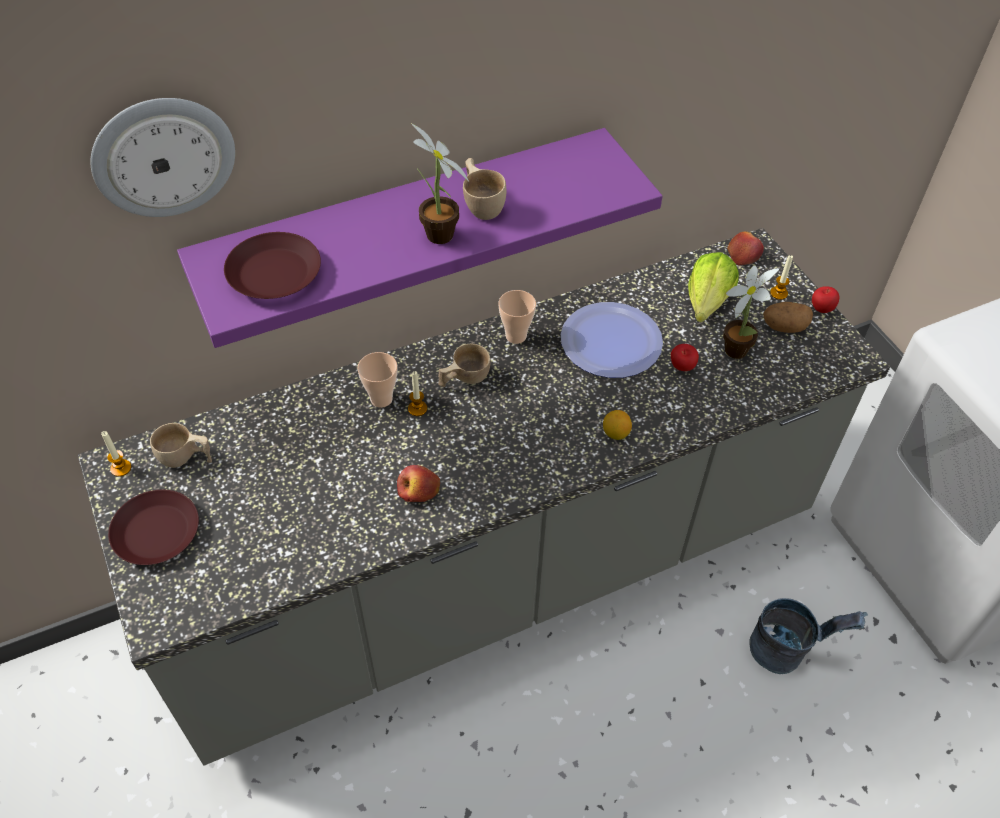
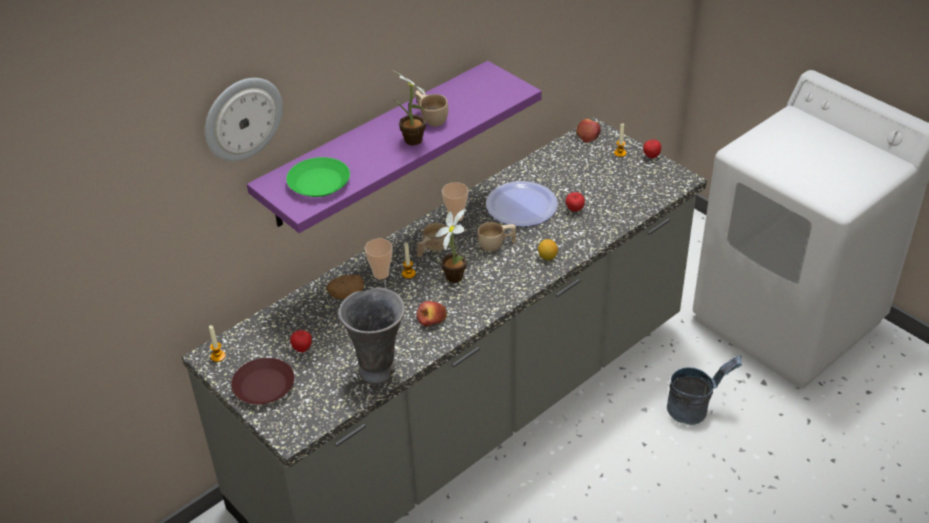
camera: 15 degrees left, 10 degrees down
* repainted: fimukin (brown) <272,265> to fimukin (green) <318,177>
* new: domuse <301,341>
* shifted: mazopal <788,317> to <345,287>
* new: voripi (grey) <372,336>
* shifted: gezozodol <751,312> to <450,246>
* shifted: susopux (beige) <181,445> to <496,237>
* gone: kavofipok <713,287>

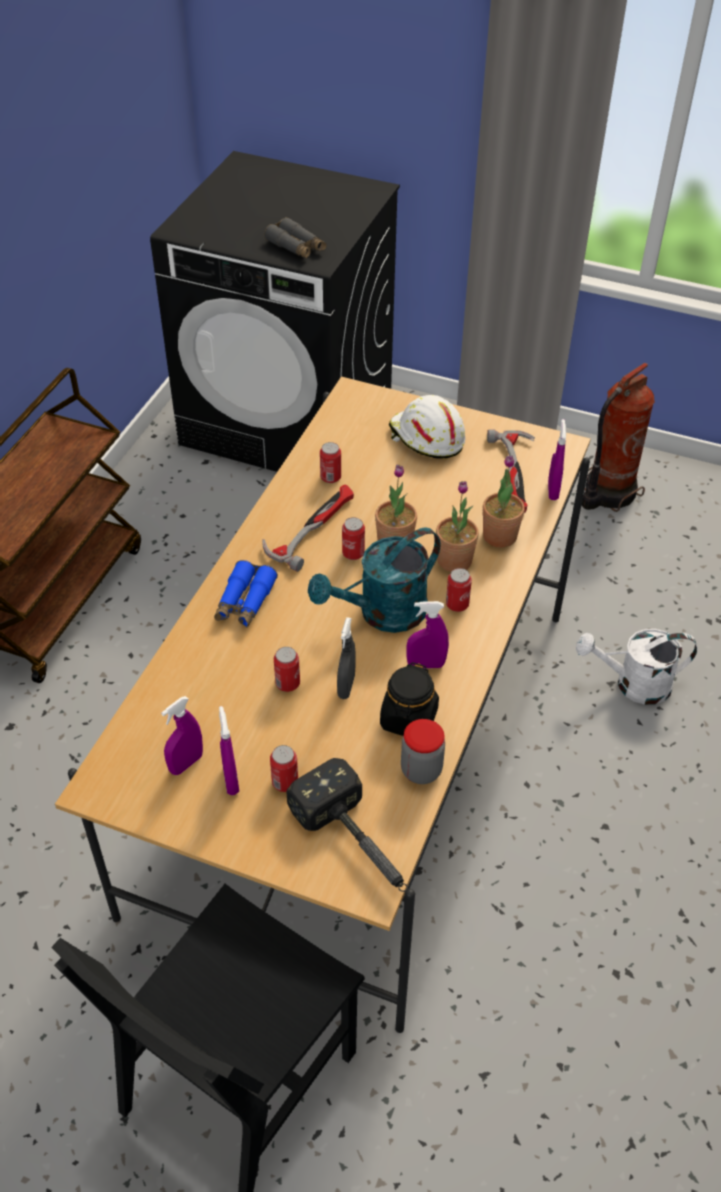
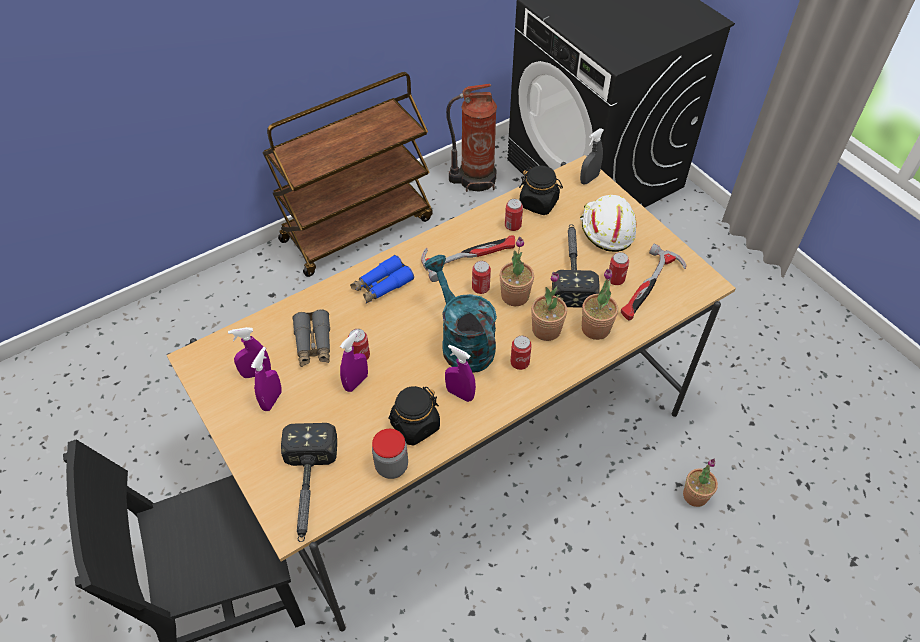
camera: 35 degrees right, 5 degrees up
* shifted: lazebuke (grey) <295,238> to <311,338>
* shifted: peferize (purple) <557,459> to <354,361>
* rotated: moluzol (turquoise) <374,580> = <460,314> 60 degrees clockwise
* shifted: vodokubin <618,437> to <471,138>
* new: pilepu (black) <541,190>
* new: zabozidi <576,266>
* shifted: peferize (grey) <346,658> to <592,156>
* shifted: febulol <284,768> to <618,268>
* swapped: moluzol (white) <636,667> to gezozodol <700,482>

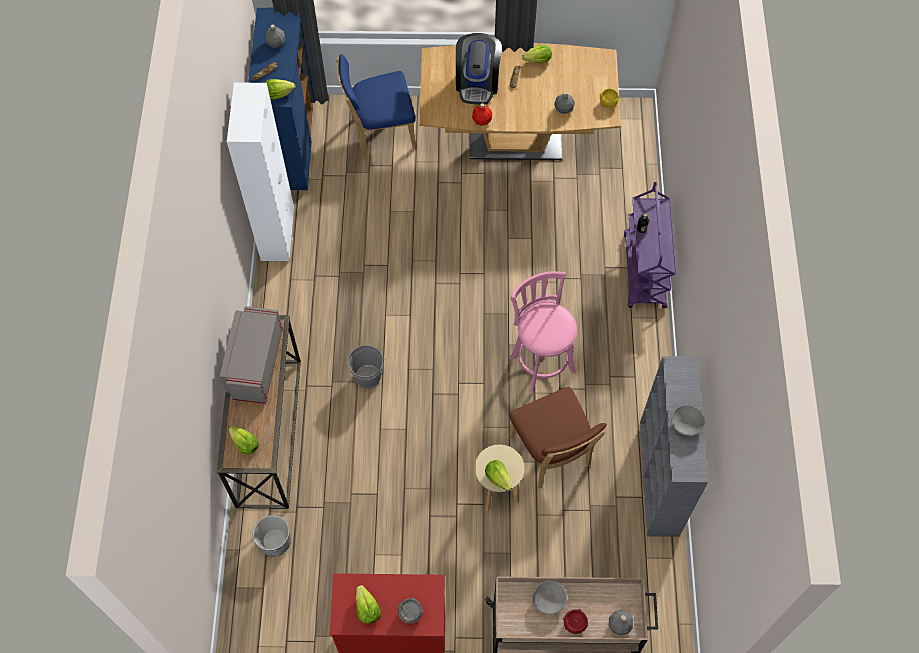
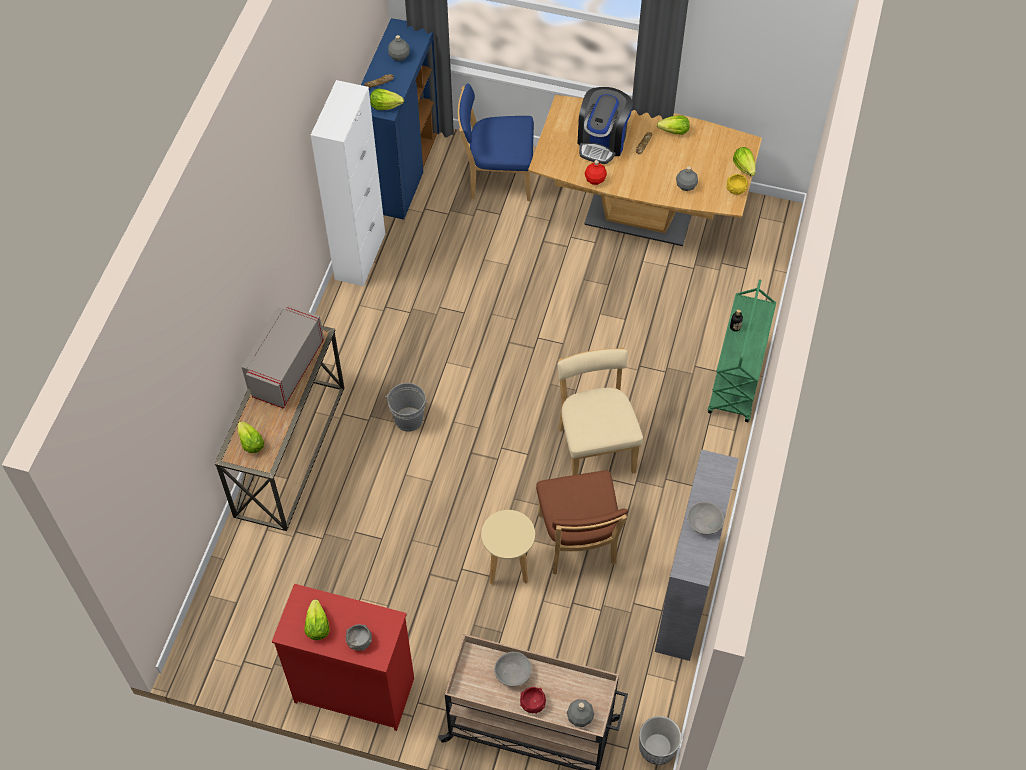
camera: 15 degrees right, 5 degrees down
* swapped: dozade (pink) <543,332> to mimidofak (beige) <600,411>
* shifted: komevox <272,536> to <660,740>
* repainted: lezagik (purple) <650,245> to lezagik (green) <742,350>
* shifted: kavofipok <498,475> to <744,161>

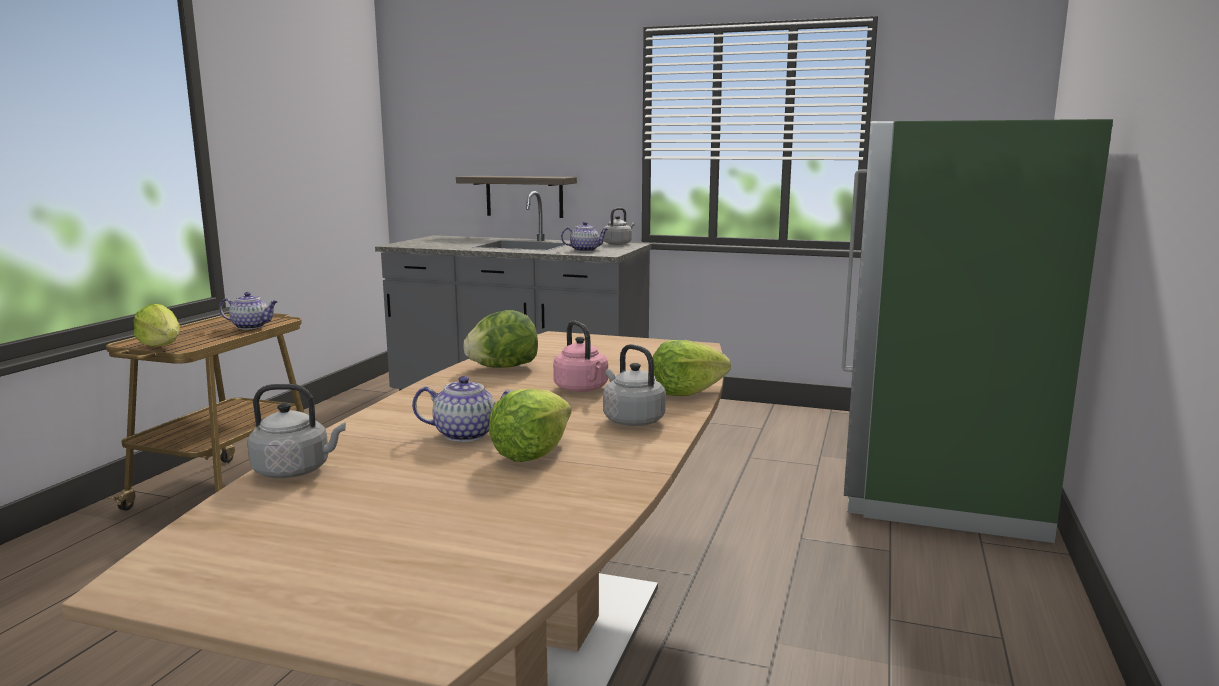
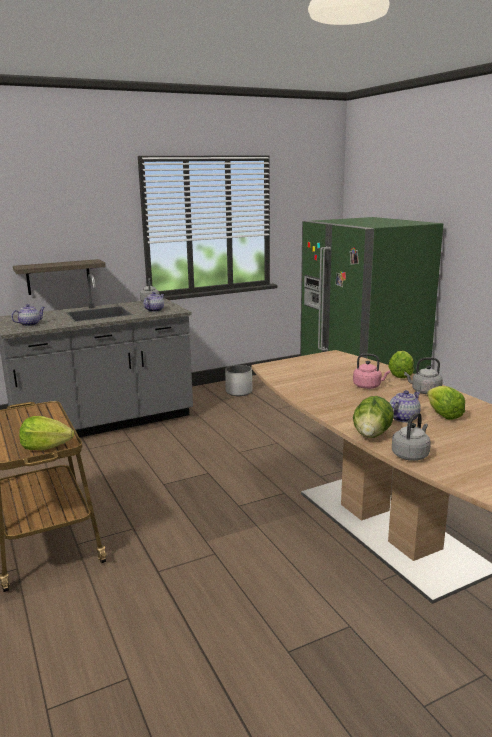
camera: 45 degrees left, 5 degrees up
* shifted: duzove <248,310> to <28,315>
* new: komevox (white) <239,380>
* shifted: kavofipok <501,339> to <373,417>

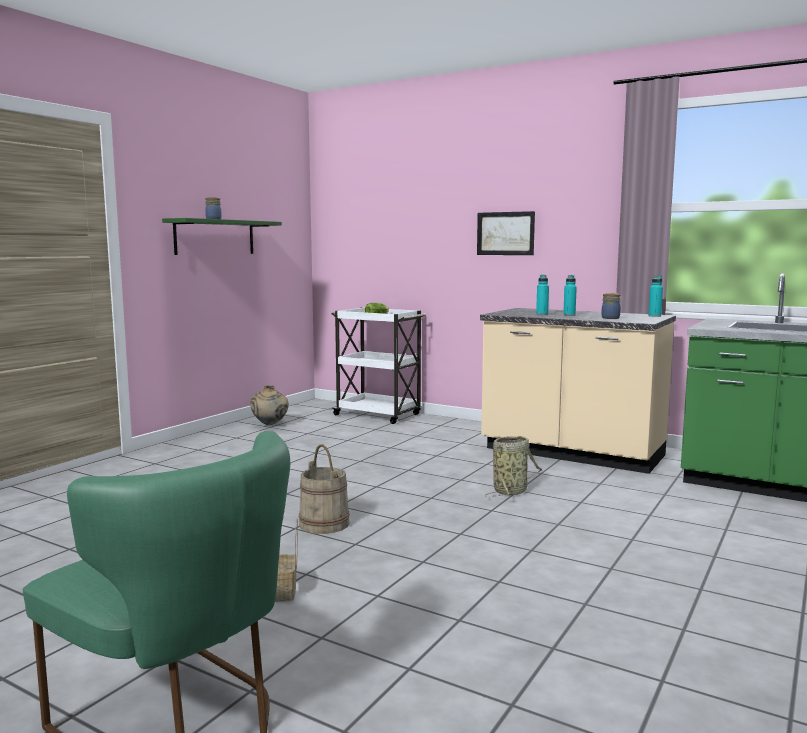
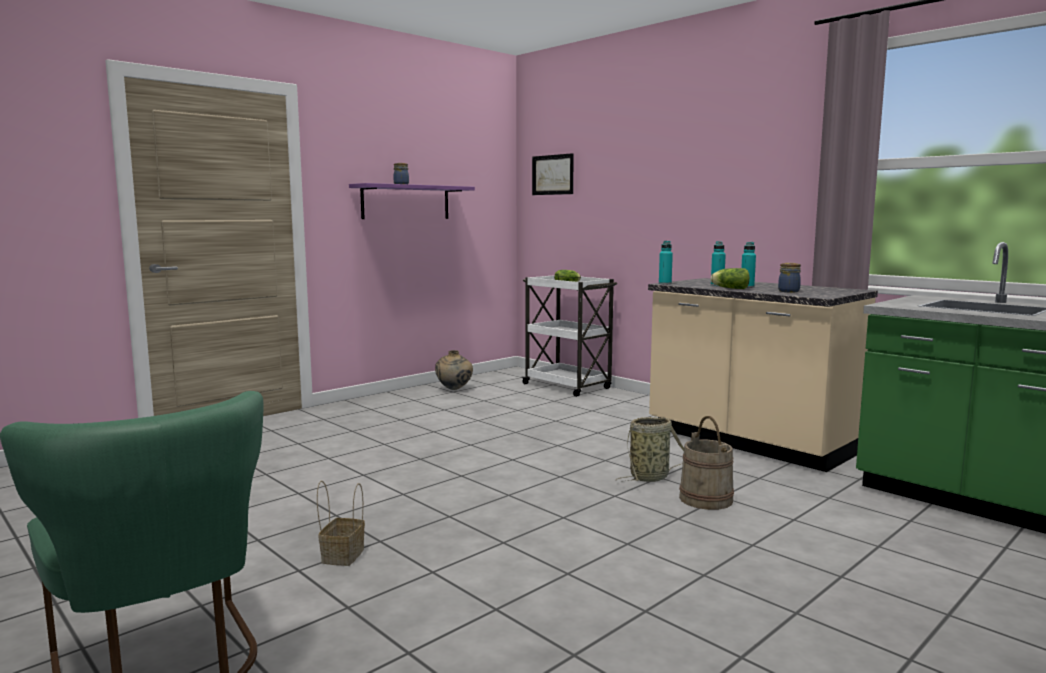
camera: 15 degrees right, 0 degrees up
* repainted: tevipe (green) <222,236> to tevipe (purple) <412,201>
* shifted: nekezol <506,233> to <553,174>
* shifted: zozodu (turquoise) <656,296> to <666,262>
* shifted: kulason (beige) <324,489> to <706,463>
* new: kavofipok <730,278>

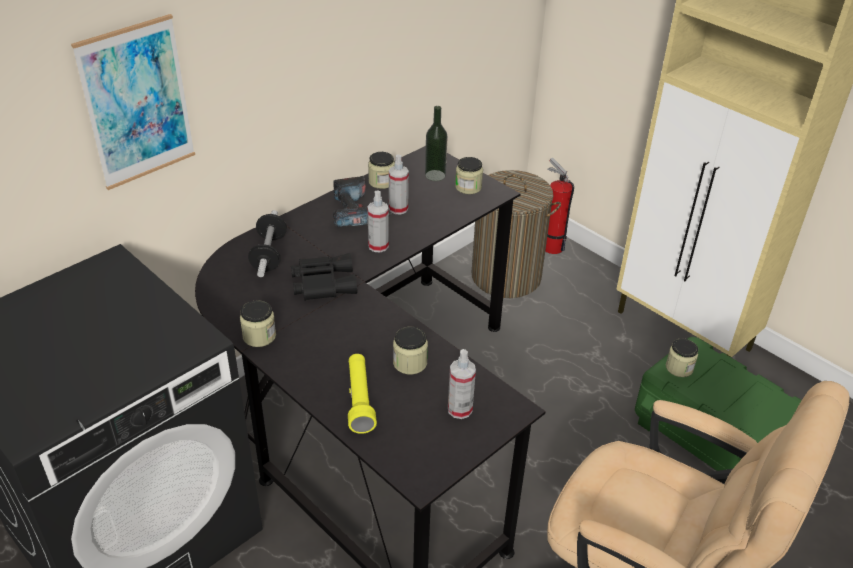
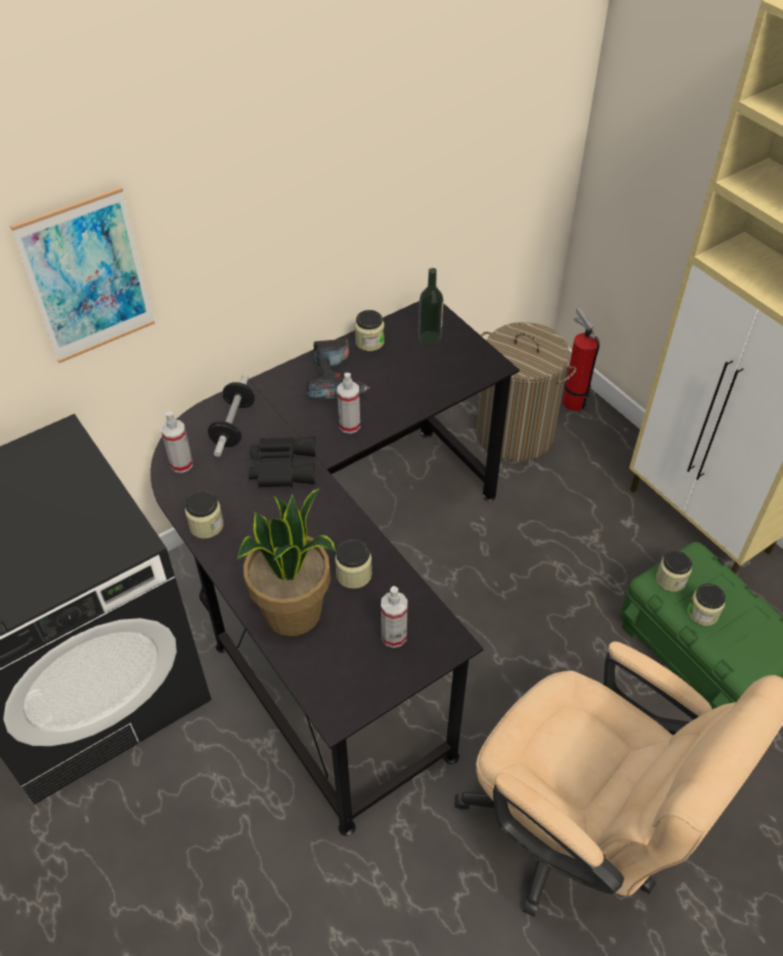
camera: 10 degrees right, 10 degrees up
* shifted: peferize <399,184> to <177,442>
* swapped: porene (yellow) <362,394> to gezozodol <286,561>
* shifted: pilepu <469,175> to <706,604>

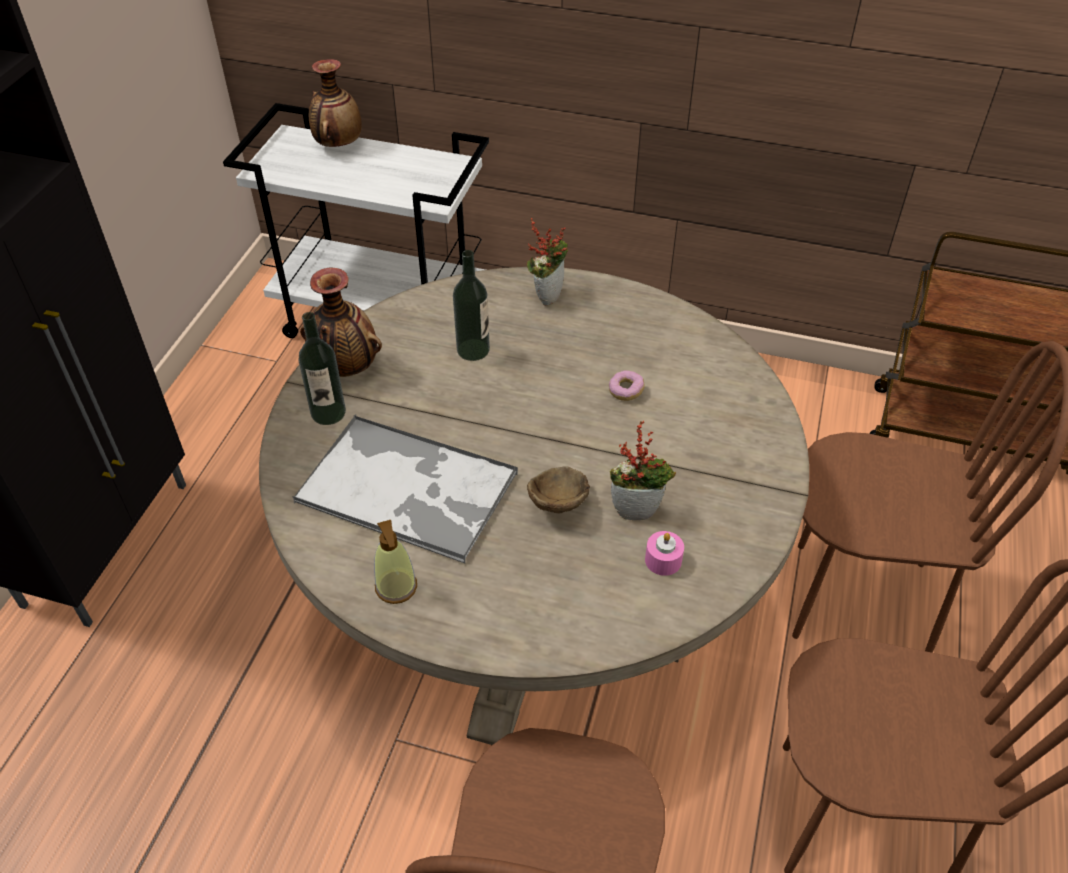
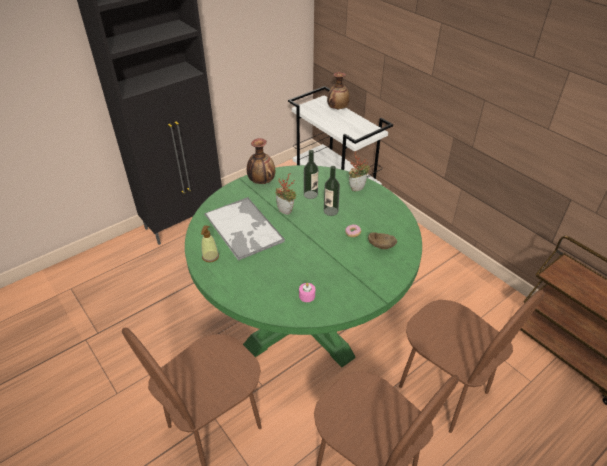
camera: 35 degrees right, 5 degrees down
* repainted: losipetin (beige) <534,506> to losipetin (green) <303,266>
* shifted: gezozodol <643,470> to <285,194>
* shifted: zozodu <322,368> to <332,191>
* shifted: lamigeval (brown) <558,489> to <382,240>

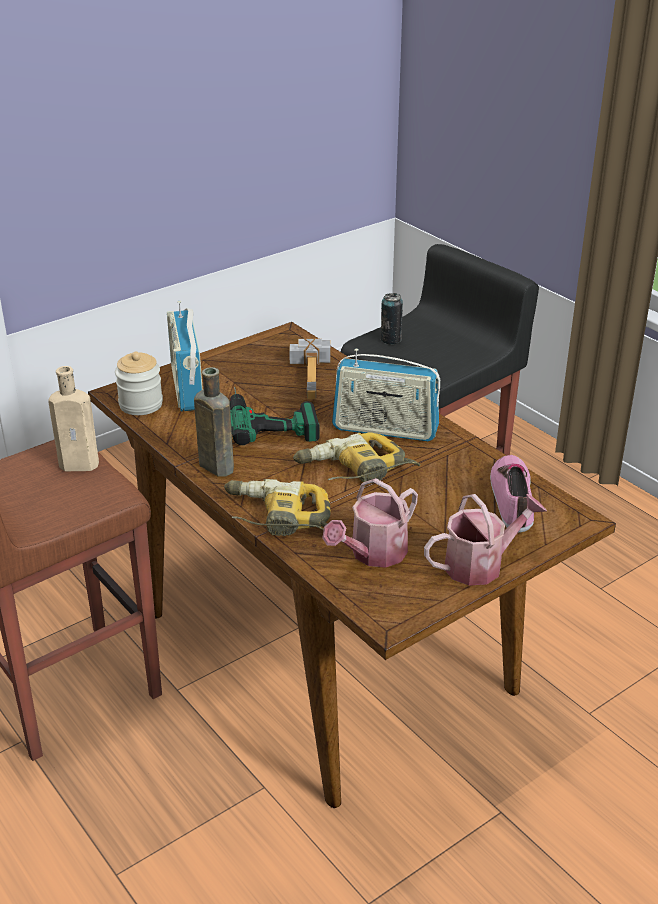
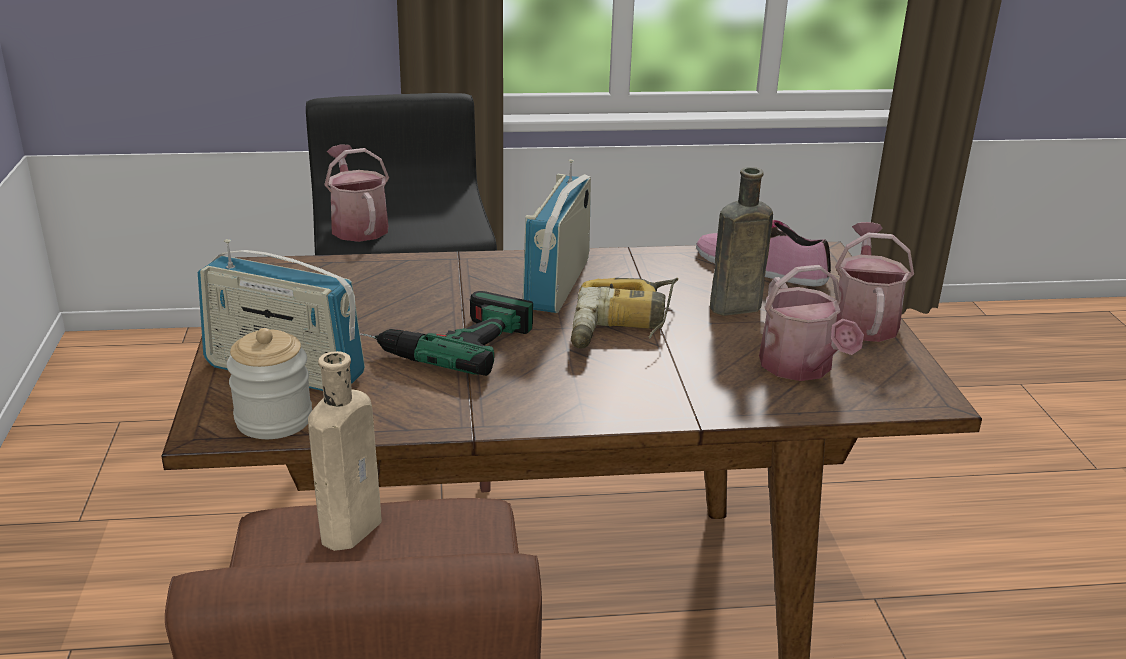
camera: 60 degrees left, 5 degrees down
* swapped: febulol <392,319> to moluzol <356,193>
* rotated: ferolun <386,395> = <557,236> 150 degrees clockwise
* shifted: zozodu (brown) <214,422> to <741,241>
* gone: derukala <277,507>
* gone: zabozidi <310,368>

